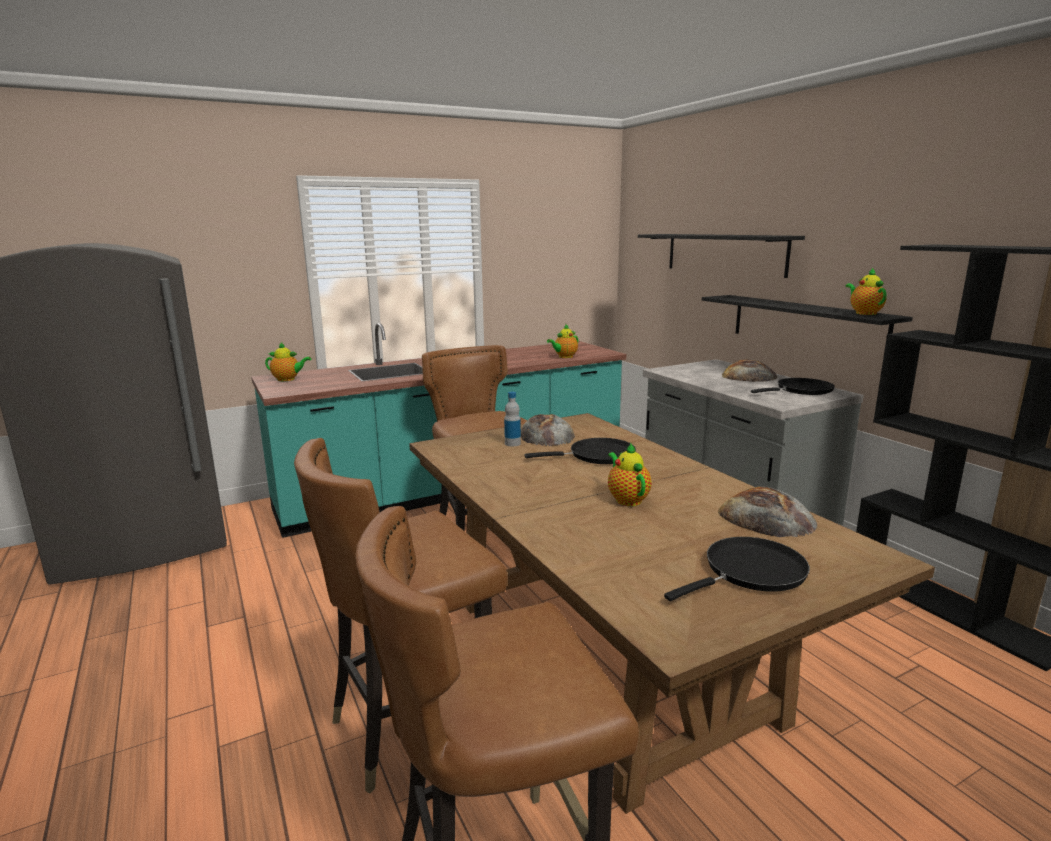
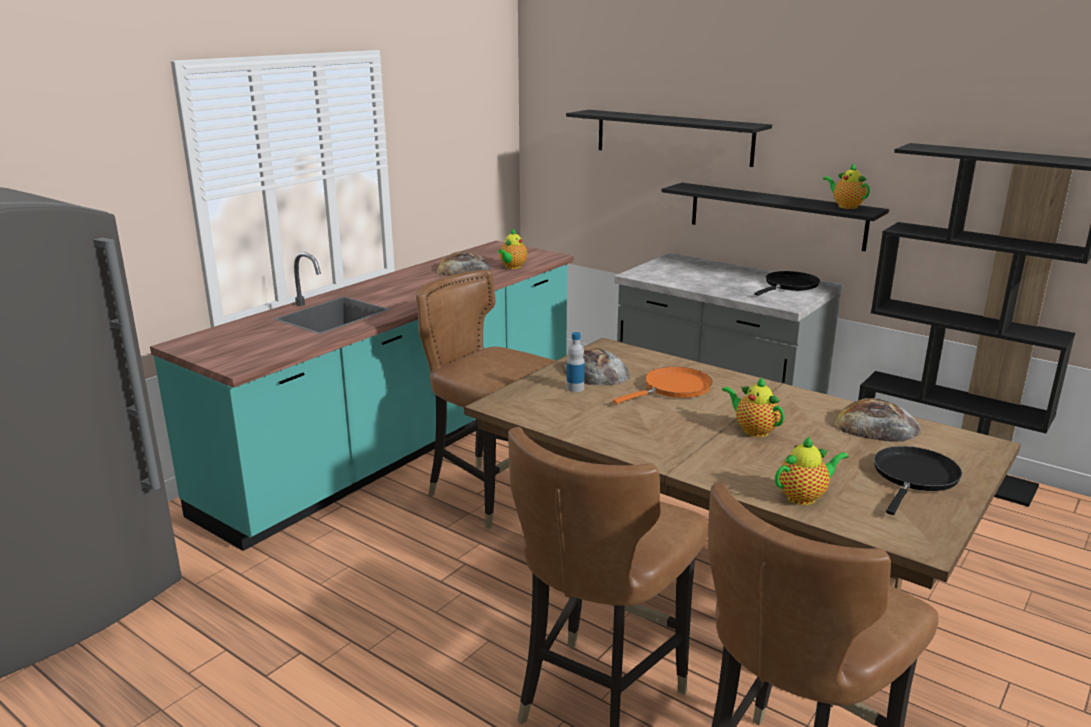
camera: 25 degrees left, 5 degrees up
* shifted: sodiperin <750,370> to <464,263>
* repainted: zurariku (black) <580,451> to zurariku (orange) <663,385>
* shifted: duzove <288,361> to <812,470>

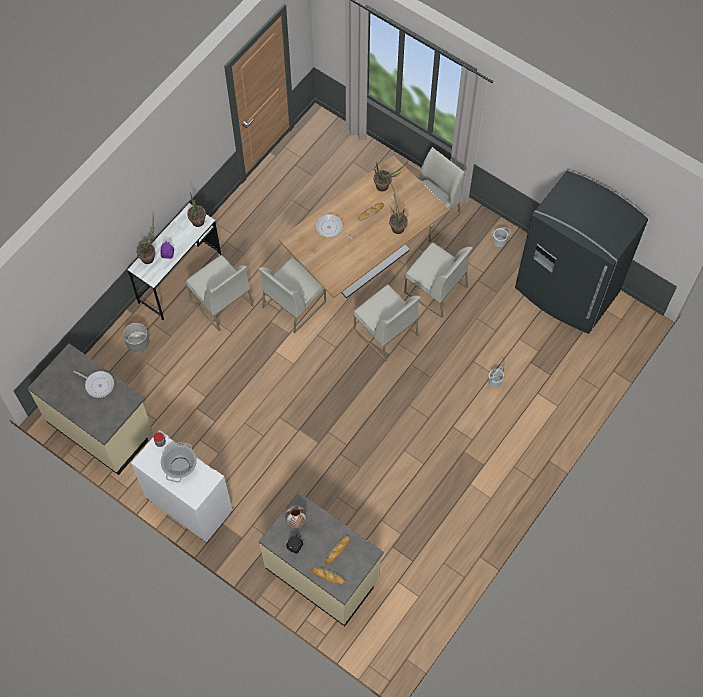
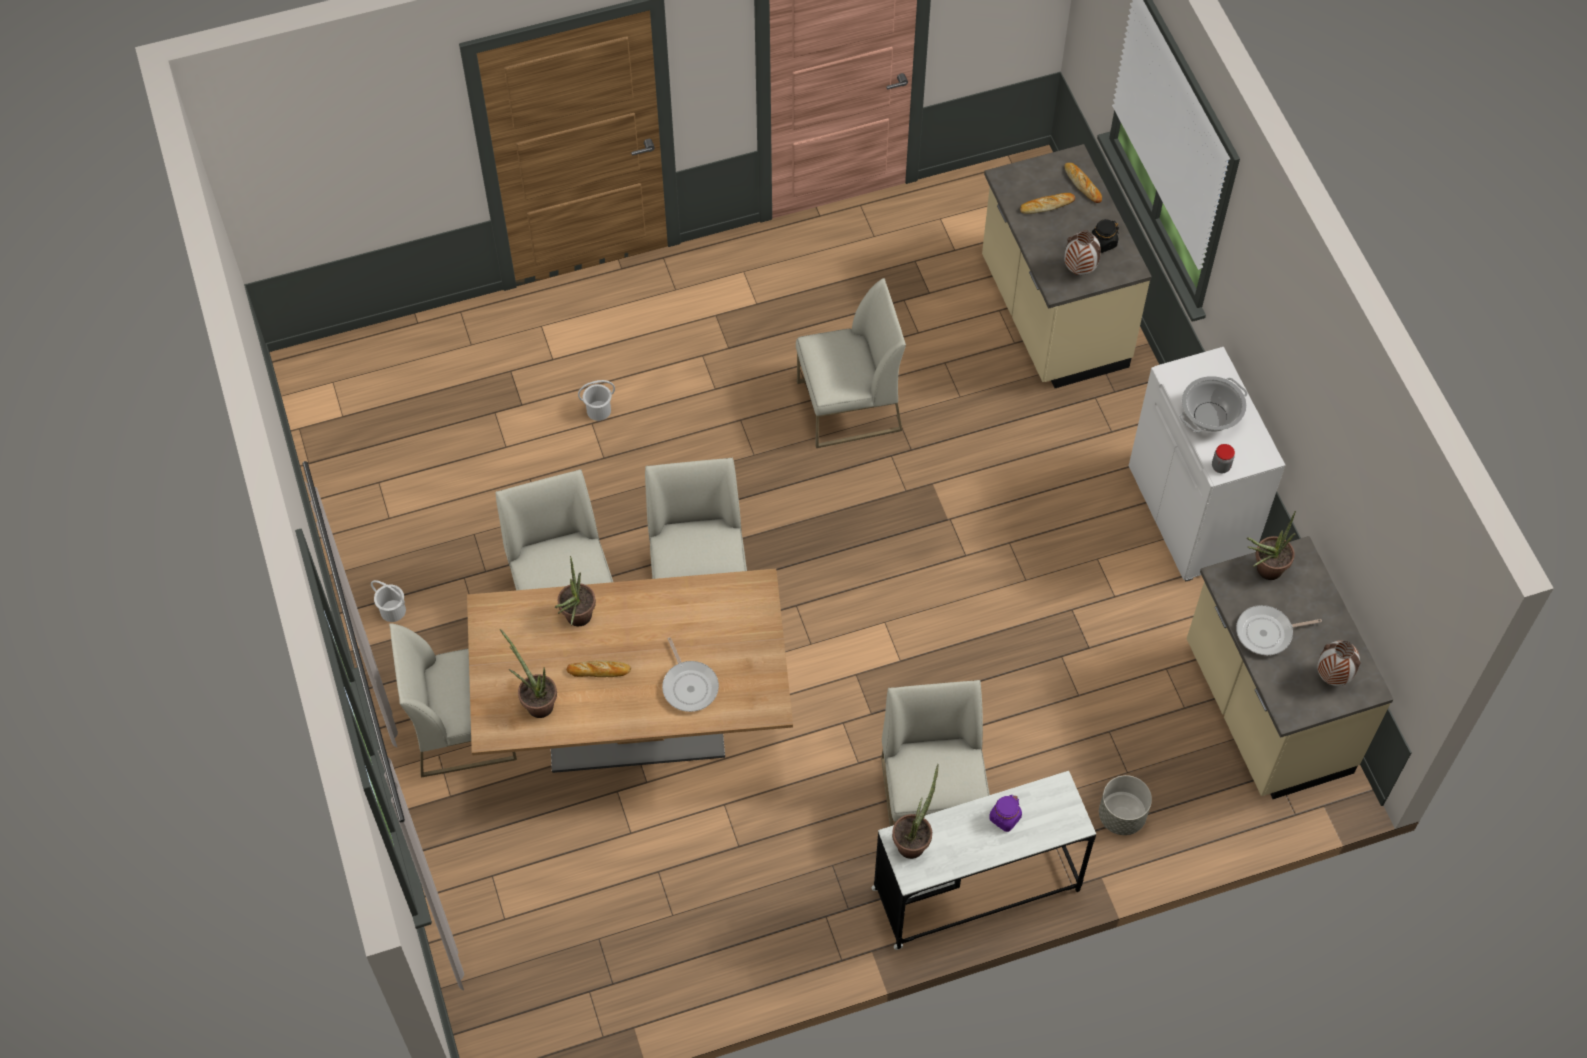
camera: 145 degrees left, 5 degrees down
* shifted: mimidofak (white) <292,295> to <851,363>
* rotated: zurariku <94,384> = <1279,630> 75 degrees counterclockwise
* shifted: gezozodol <145,240> to <1271,545>
* new: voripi <1339,663>
* gone: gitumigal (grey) <581,252>

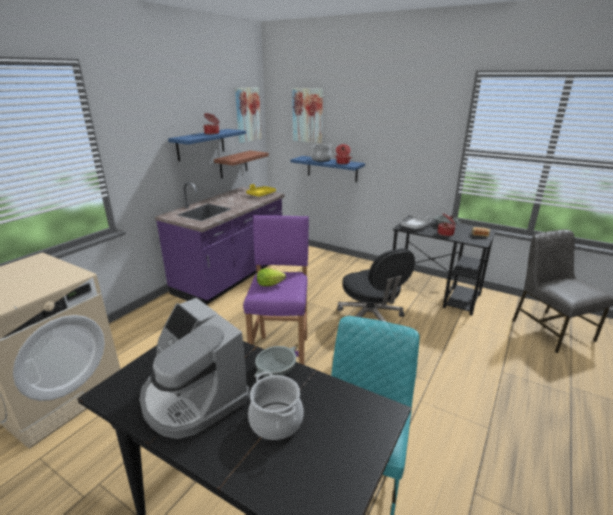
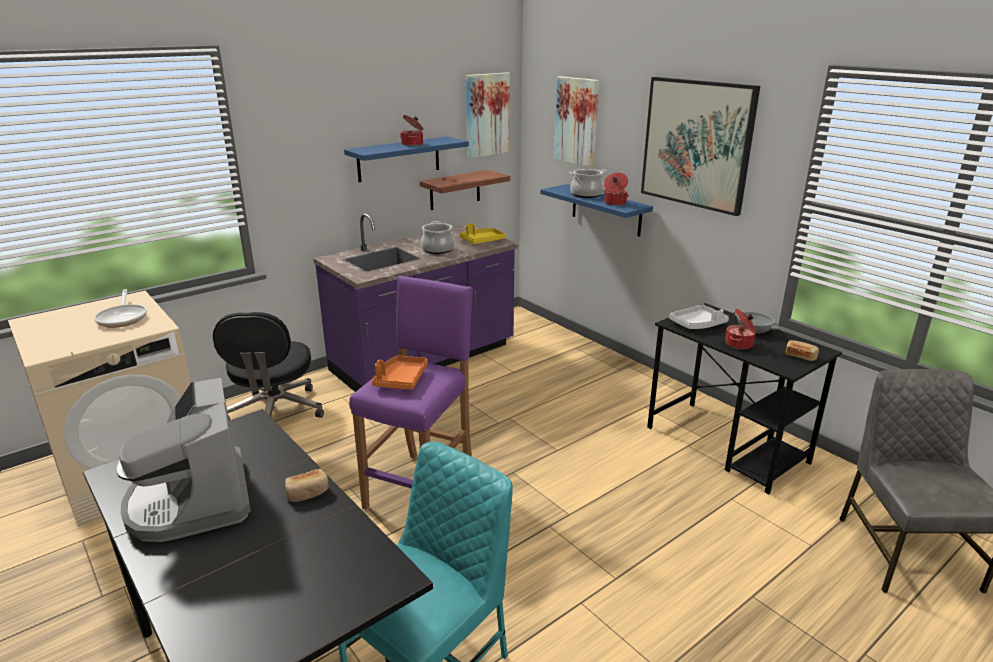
camera: 20 degrees right, 0 degrees up
* new: zurariku <120,308>
* shifted: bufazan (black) <376,285> to <268,366>
* swapped: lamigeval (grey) <275,361> to sodiperin <306,485>
* swapped: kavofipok <271,277> to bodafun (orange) <400,372>
* shifted: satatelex <275,405> to <438,237>
* new: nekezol <700,146>

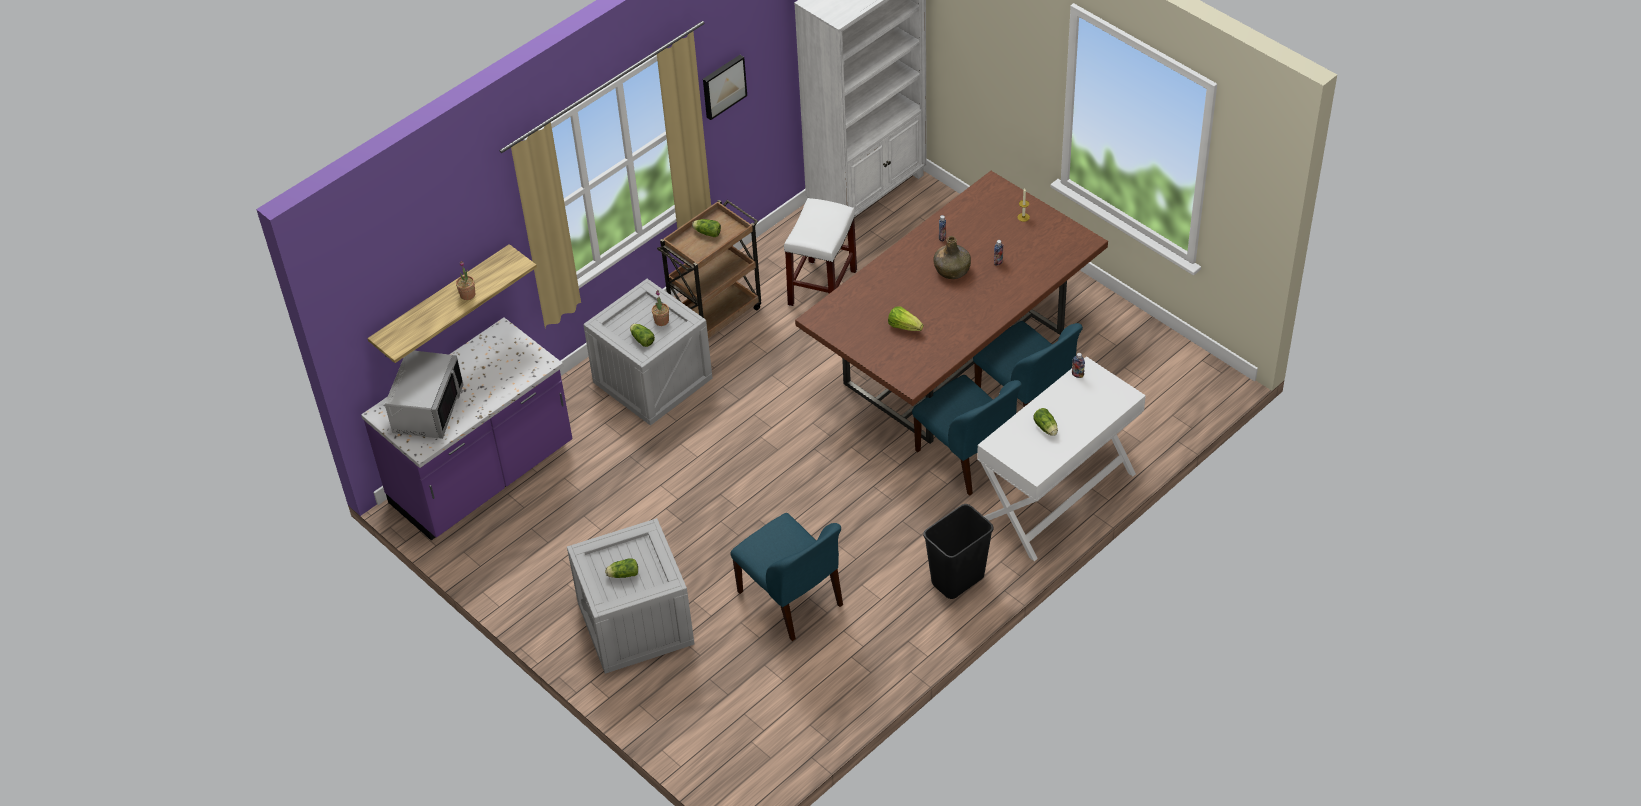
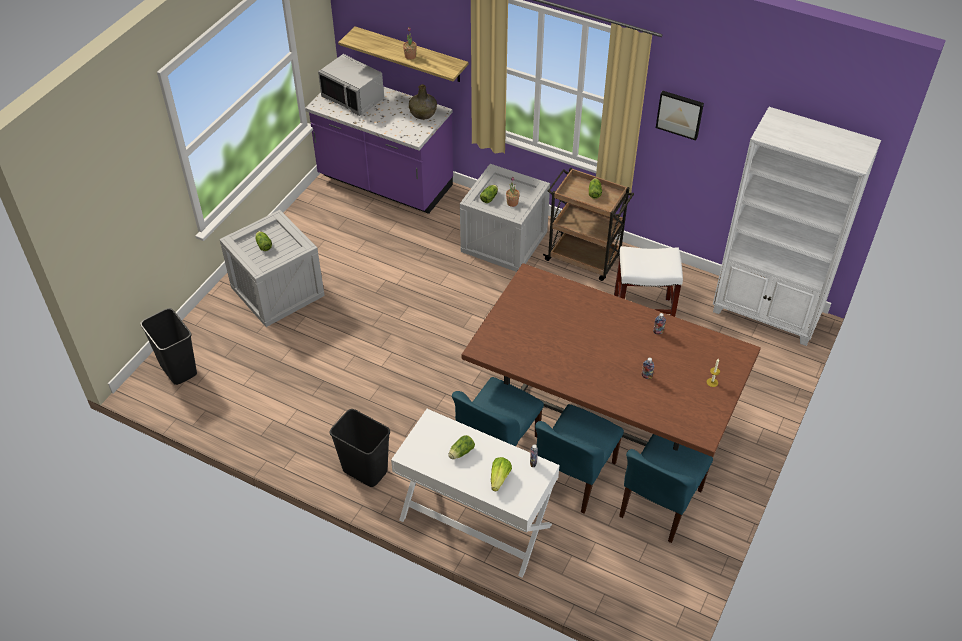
camera: 70 degrees right, 0 degrees up
* new: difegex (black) <168,346>
* rotated: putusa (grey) <424,395> = <351,85> 45 degrees clockwise
* shifted: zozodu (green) <952,257> to <423,102>
* shifted: kavofipok <905,318> to <501,474>
* shifted: mimidofak (blue) <786,577> to <666,488>

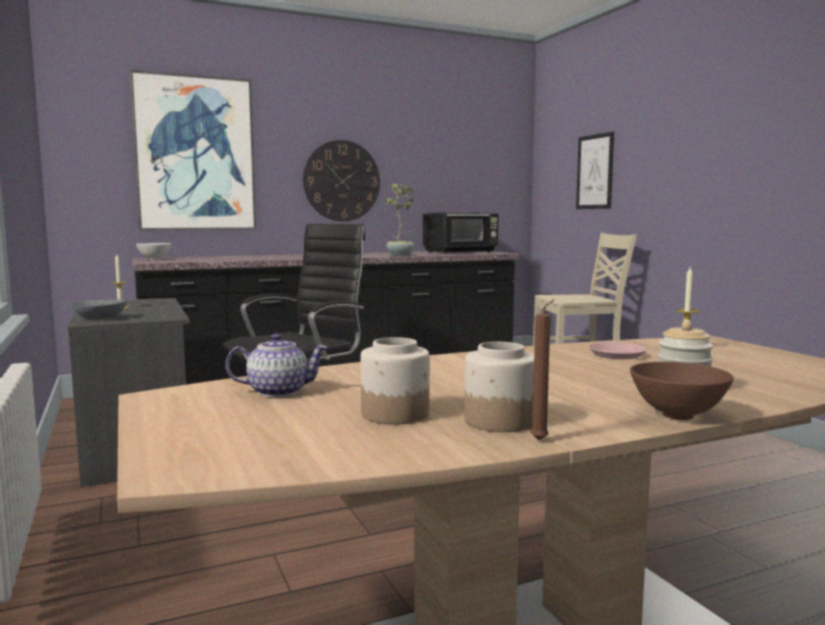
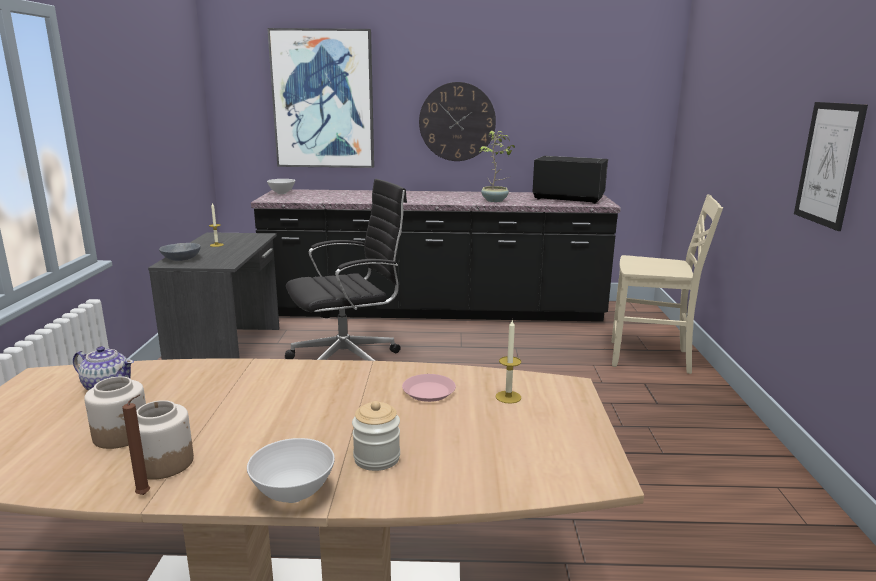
camera: 25 degrees right, 10 degrees up
* repainted: lamigeval (brown) <682,391> to lamigeval (white) <291,470>
* rotated: putusa (black) <461,233> = <570,180> 150 degrees counterclockwise
* shifted: nekezol <595,170> to <831,166>

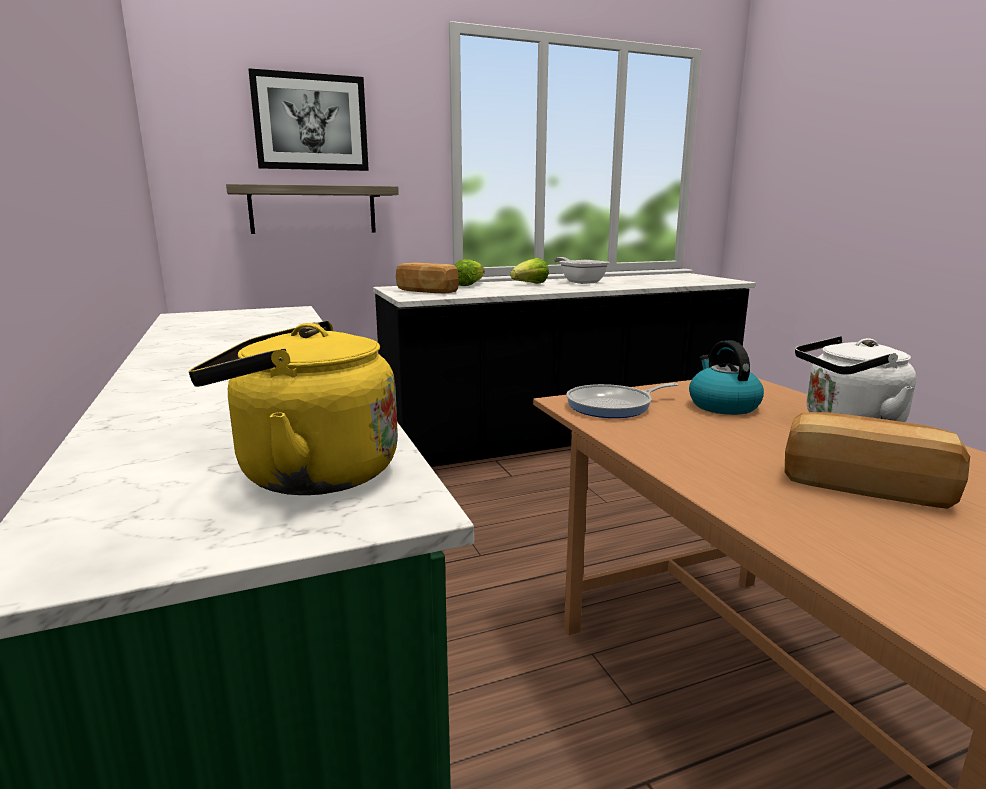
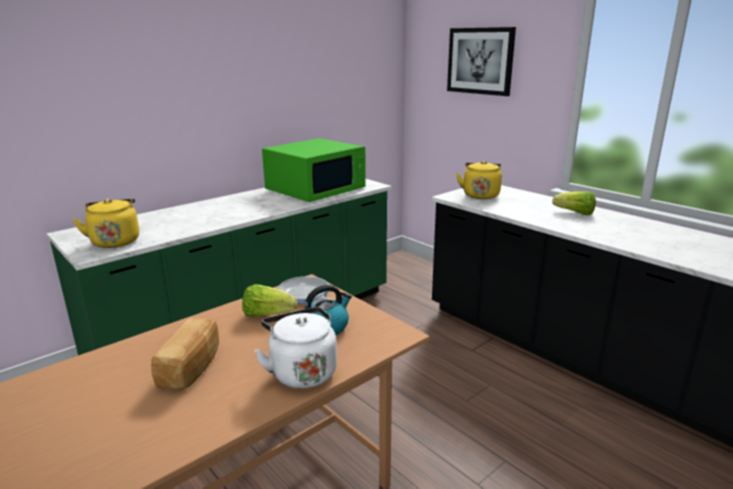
camera: 70 degrees right, 5 degrees up
* shifted: kavofipok <470,272> to <269,300>
* new: putusa (green) <314,170>
* swapped: sodiperin <427,278> to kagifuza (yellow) <479,180>
* gone: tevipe <312,209>
* gone: zurariku <582,270>

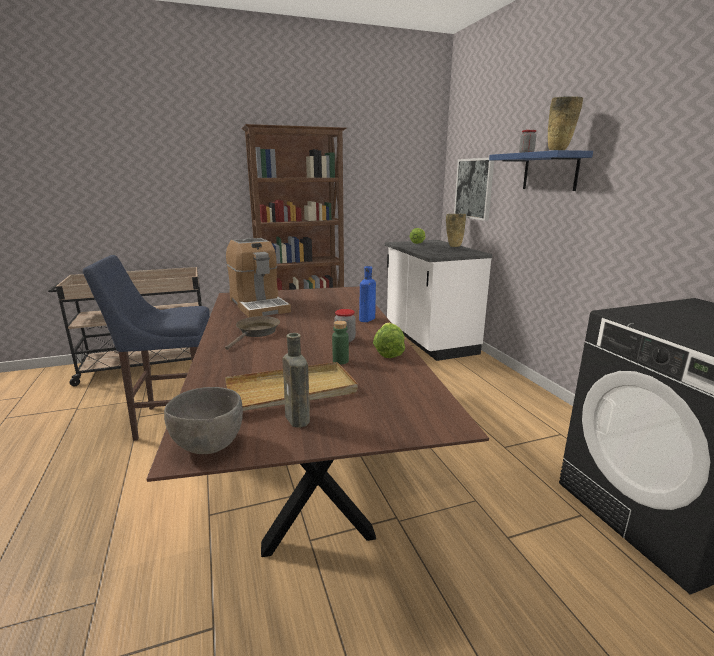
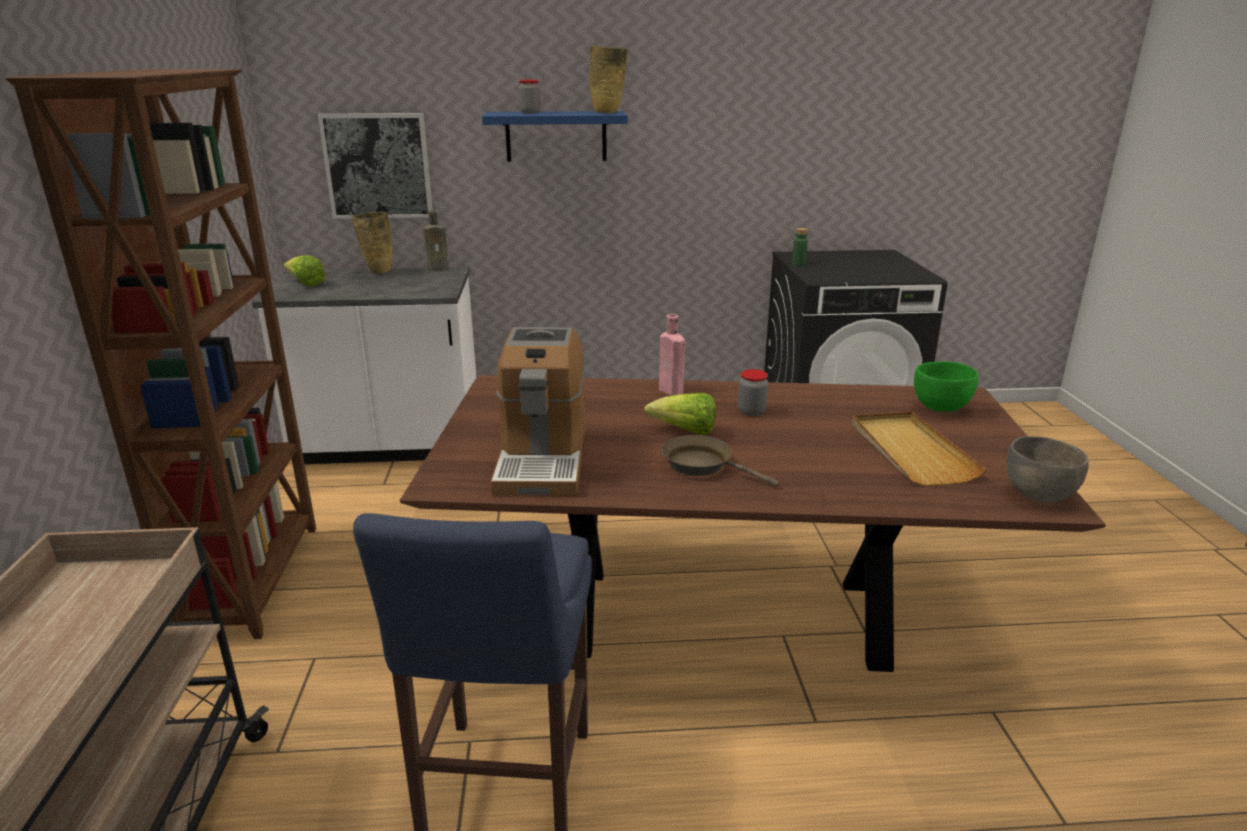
camera: 75 degrees left, 5 degrees up
* shifted: zozodu (brown) <296,380> to <436,241>
* rotated: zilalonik <258,278> = <538,411> 105 degrees clockwise
* shifted: kavofipok <389,340> to <680,414>
* repainted: zozodu (blue) <367,294> to zozodu (pink) <672,355>
* shifted: zozodu (green) <340,342> to <800,247>
* new: lamigeval (green) <946,386>

